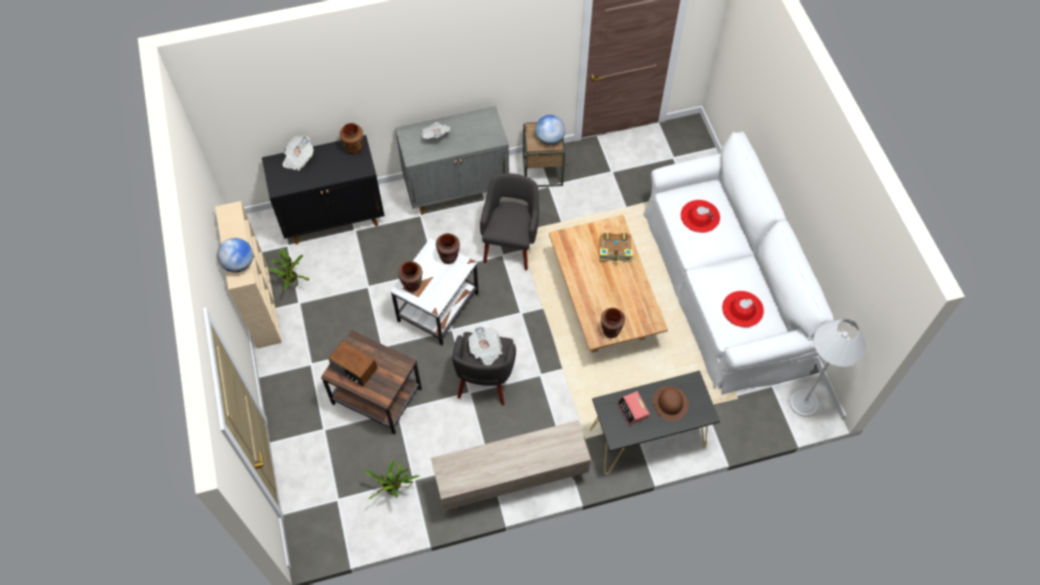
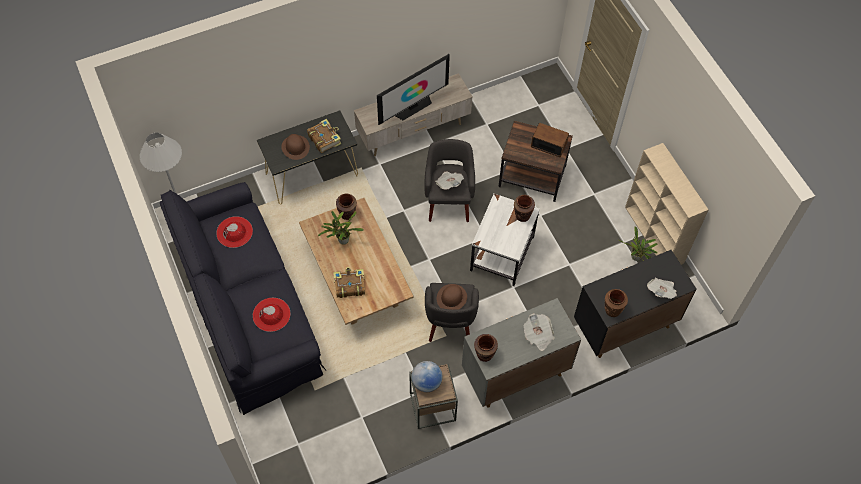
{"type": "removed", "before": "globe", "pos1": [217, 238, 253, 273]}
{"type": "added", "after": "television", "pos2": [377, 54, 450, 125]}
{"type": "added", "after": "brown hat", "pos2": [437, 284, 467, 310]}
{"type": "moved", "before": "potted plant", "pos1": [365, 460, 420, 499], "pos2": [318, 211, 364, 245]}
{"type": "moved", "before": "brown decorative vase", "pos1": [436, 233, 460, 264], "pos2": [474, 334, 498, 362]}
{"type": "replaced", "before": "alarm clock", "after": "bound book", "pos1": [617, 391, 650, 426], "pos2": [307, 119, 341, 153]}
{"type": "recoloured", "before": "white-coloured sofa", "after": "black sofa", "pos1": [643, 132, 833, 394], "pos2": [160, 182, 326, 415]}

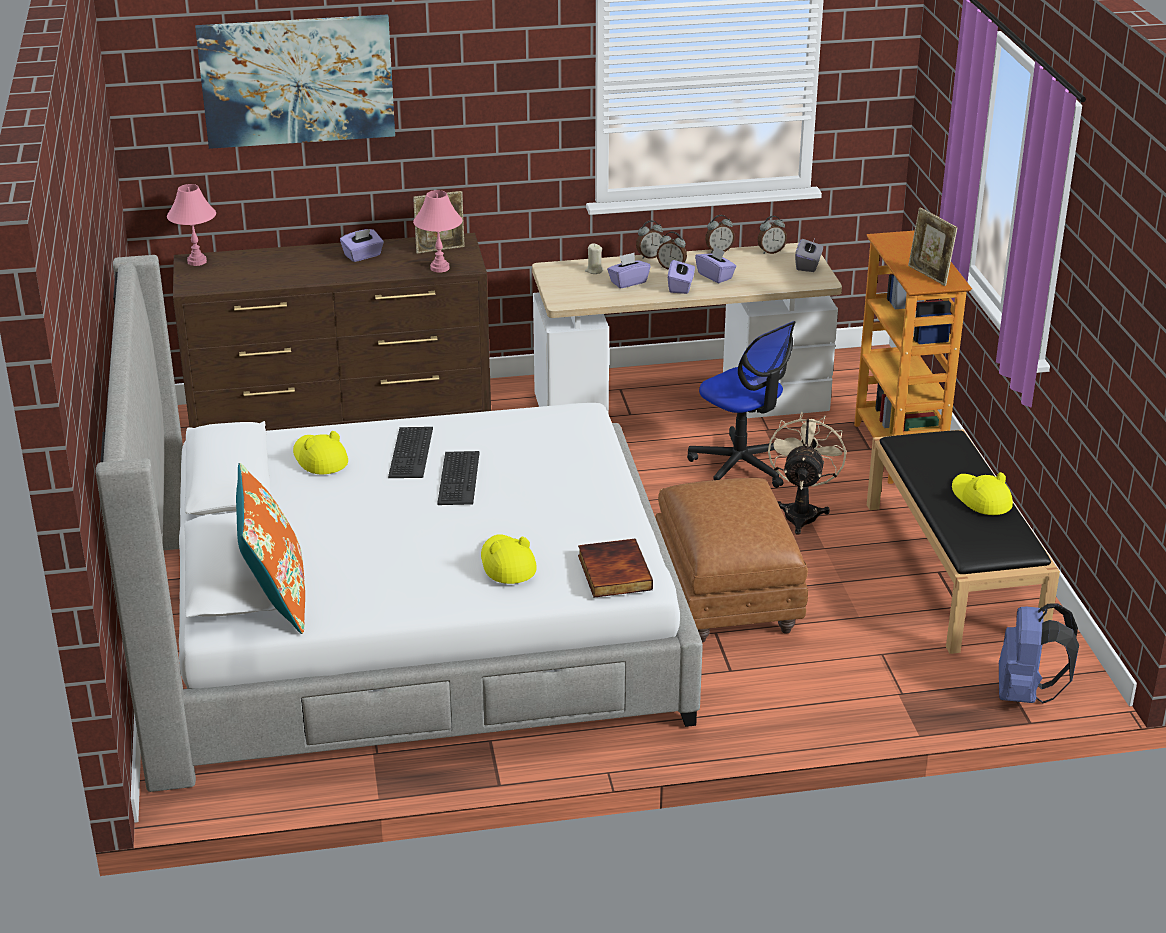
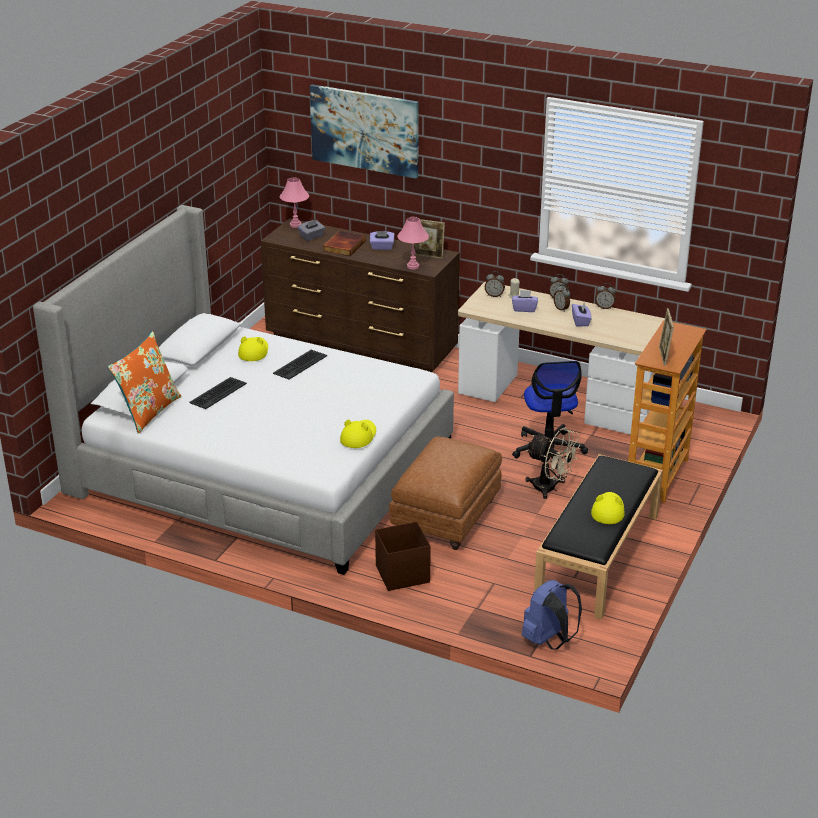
{"type": "removed", "before": "purplish tissue box", "pos1": [668, 260, 695, 294]}
{"type": "added", "after": "brown storage box", "pos2": [375, 522, 431, 591]}
{"type": "moved", "before": "keyboard", "pos1": [437, 451, 480, 505], "pos2": [189, 377, 247, 409]}
{"type": "moved", "before": "yellowish hat", "pos1": [481, 535, 537, 584], "pos2": [340, 420, 376, 448]}
{"type": "moved", "before": "bound book", "pos1": [578, 539, 653, 598], "pos2": [323, 231, 366, 256]}
{"type": "moved", "before": "alarm clock", "pos1": [758, 216, 787, 254], "pos2": [485, 271, 505, 297]}
{"type": "moved", "before": "grey tissue box", "pos1": [795, 237, 823, 272], "pos2": [298, 220, 325, 241]}
{"type": "turned", "before": "sand-coloured fan", "pos1": [768, 412, 847, 534], "pos2": [525, 428, 580, 499], "turn": 75}

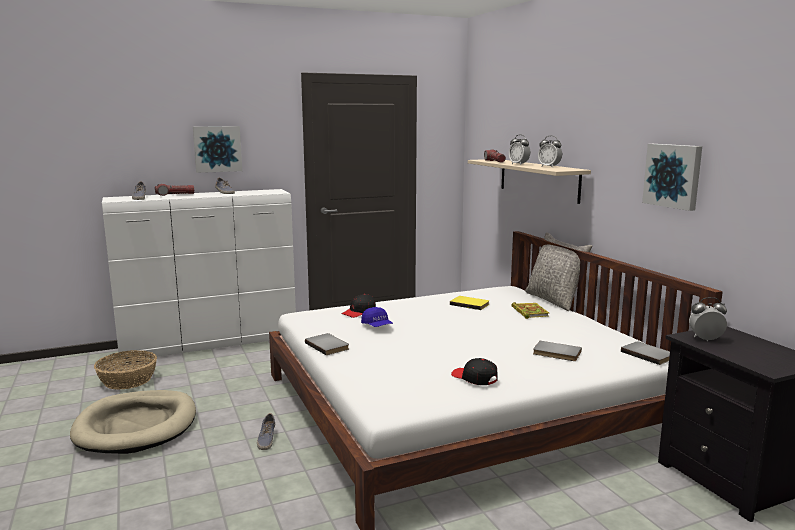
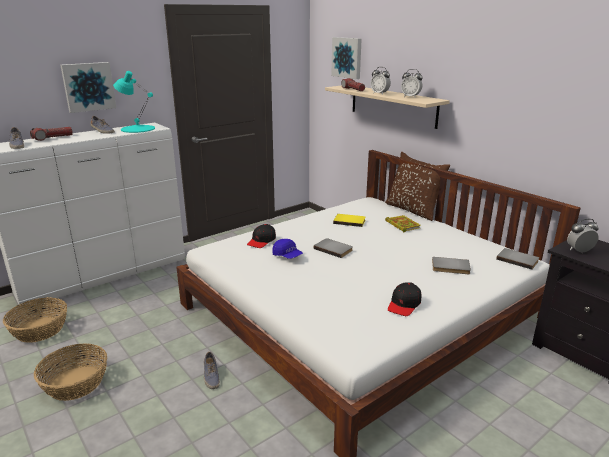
{"type": "added", "after": "turquoise tabletop lamp", "pos2": [113, 71, 155, 133]}
{"type": "moved", "before": "grey bound book", "pos1": [305, 333, 349, 355], "pos2": [314, 238, 353, 258]}
{"type": "moved", "before": "wall art", "pos1": [642, 144, 702, 211], "pos2": [331, 37, 362, 79]}
{"type": "replaced", "before": "sand-coloured dog cushion", "after": "household basket", "pos1": [70, 390, 196, 454], "pos2": [34, 343, 107, 401]}
{"type": "recoloured", "before": "grey pillow", "after": "brown pillow", "pos1": [525, 232, 592, 311], "pos2": [385, 152, 450, 221]}
{"type": "turned", "before": "black cap", "pos1": [451, 358, 498, 385], "pos2": [388, 282, 421, 316], "turn": -90}

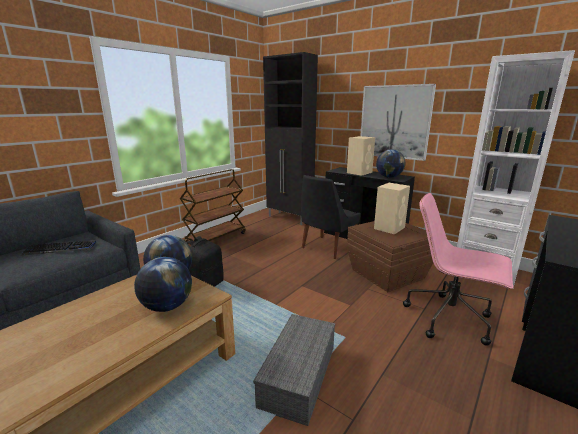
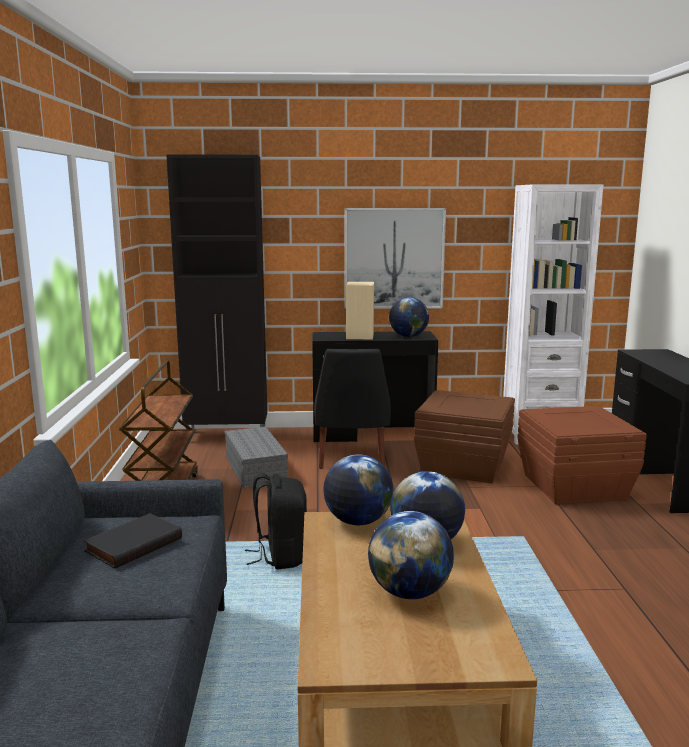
{"type": "removed", "before": "sand-coloured loudspeaker", "pos1": [374, 183, 410, 234]}
{"type": "added", "after": "globe", "pos2": [368, 511, 454, 599]}
{"type": "moved", "before": "grey storage box", "pos1": [253, 314, 335, 426], "pos2": [225, 426, 288, 489]}
{"type": "replaced", "before": "keyboard", "after": "black bound book", "pos1": [21, 241, 96, 256], "pos2": [83, 513, 182, 569]}
{"type": "replaced", "before": "pinkish desk chair", "after": "brown storage box", "pos1": [403, 193, 513, 346], "pos2": [518, 406, 647, 504]}

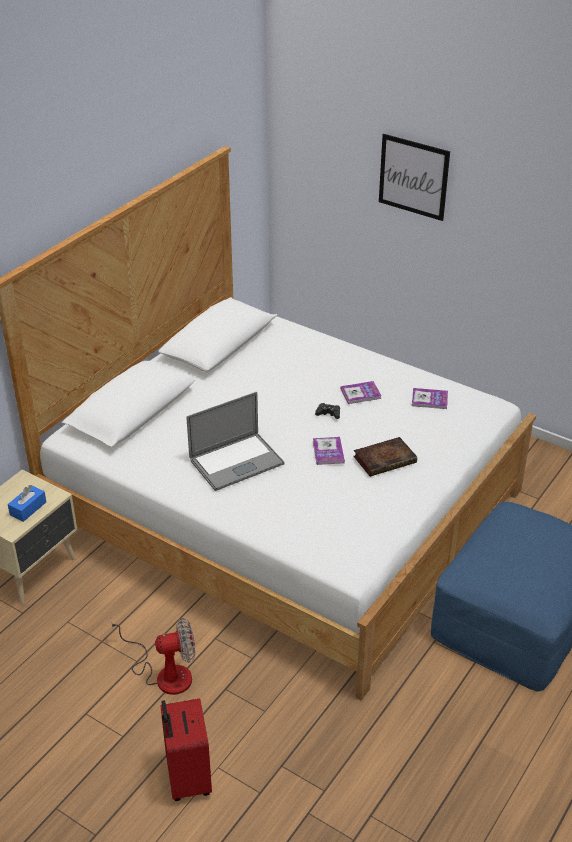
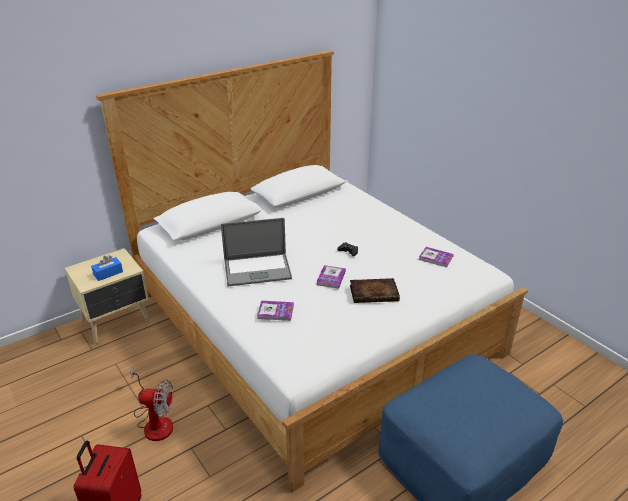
{"type": "removed", "before": "wall art", "pos1": [379, 134, 450, 221]}
{"type": "moved", "before": "bound book", "pos1": [341, 381, 382, 404], "pos2": [257, 301, 294, 321]}

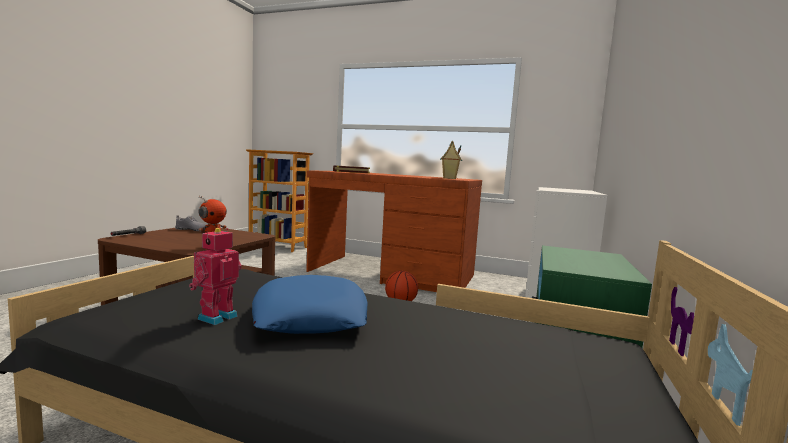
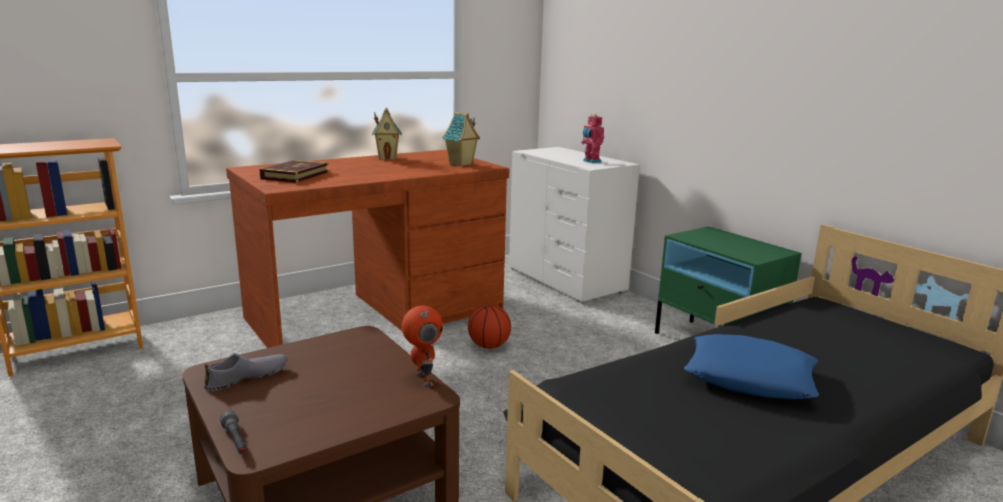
{"type": "added", "after": "miniature house", "pos2": [372, 107, 402, 160]}
{"type": "moved", "before": "model robot", "pos1": [189, 228, 242, 325], "pos2": [581, 114, 604, 163]}

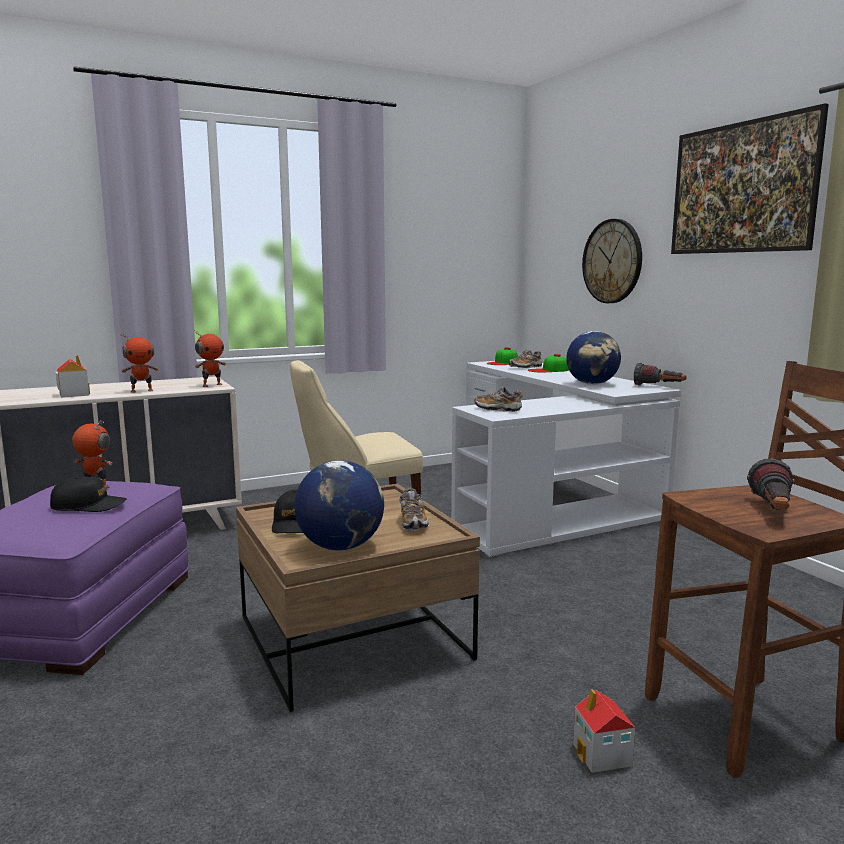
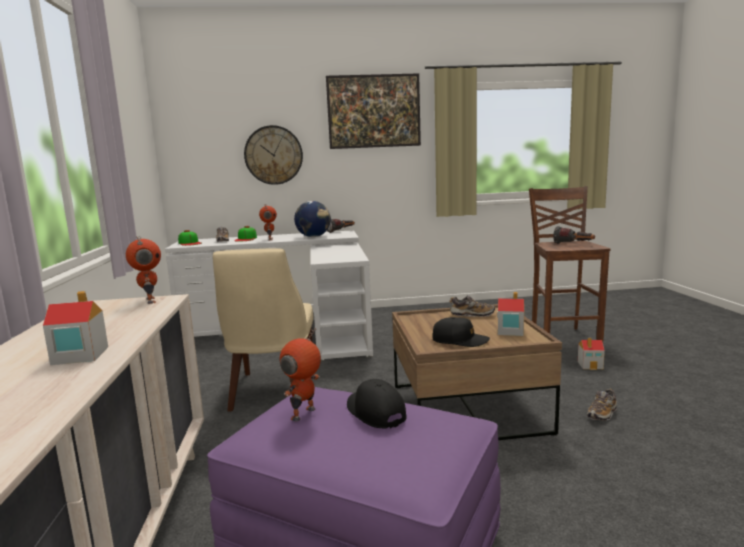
{"type": "moved", "before": "model robot", "pos1": [121, 333, 158, 393], "pos2": [259, 204, 277, 240]}
{"type": "moved", "before": "shoe", "pos1": [475, 387, 523, 412], "pos2": [587, 389, 617, 421]}
{"type": "replaced", "before": "globe", "after": "miniature house", "pos1": [294, 460, 384, 550], "pos2": [497, 292, 524, 336]}
{"type": "turned", "before": "black cap", "pos1": [50, 477, 127, 512], "pos2": [347, 379, 407, 429], "turn": -45}

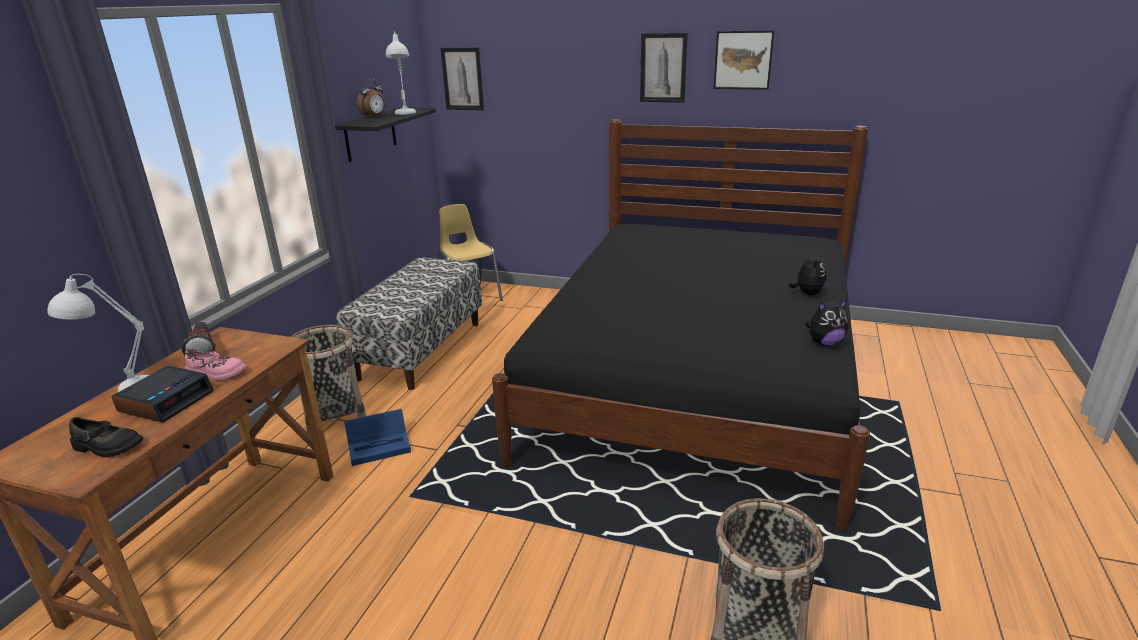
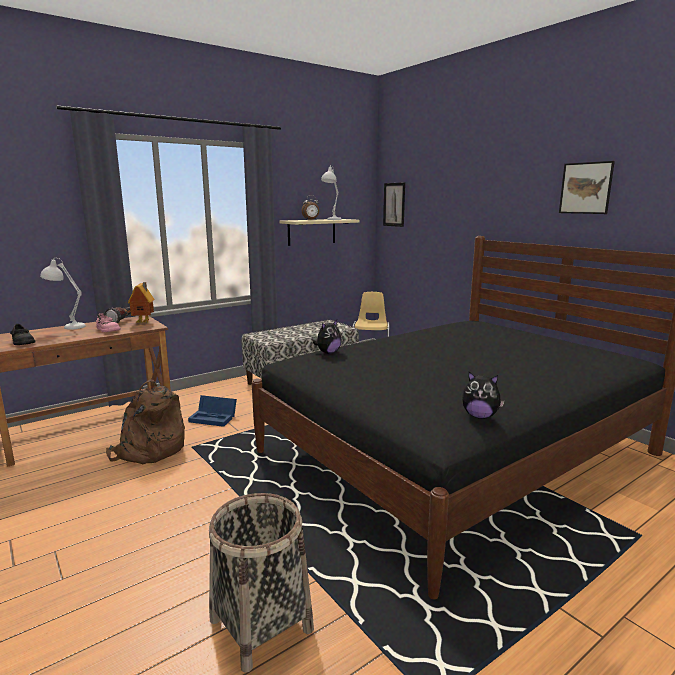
{"type": "removed", "before": "alarm clock", "pos1": [112, 366, 214, 423]}
{"type": "removed", "before": "household basket", "pos1": [291, 325, 366, 435]}
{"type": "removed", "before": "wall art", "pos1": [640, 33, 688, 103]}
{"type": "added", "after": "brown backpack", "pos2": [106, 379, 185, 464]}
{"type": "added", "after": "miniature house", "pos2": [128, 282, 154, 323]}
{"type": "moved", "before": "cuddly toy", "pos1": [789, 251, 826, 295], "pos2": [313, 320, 342, 354]}
{"type": "recoloured", "before": "black wall shelf", "after": "sand-coloured wall shelf", "pos1": [335, 107, 436, 162], "pos2": [279, 219, 360, 246]}

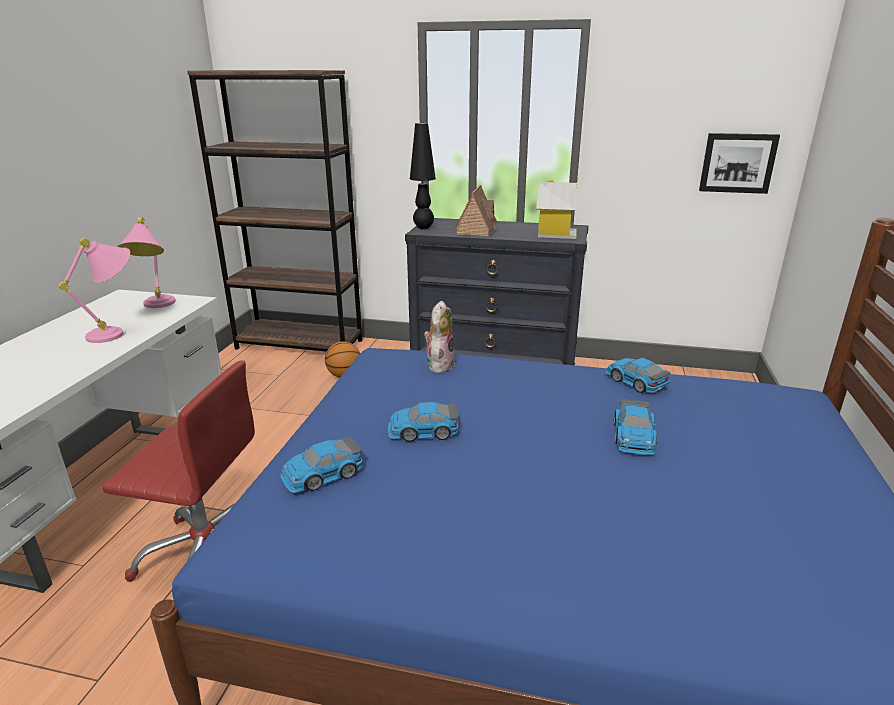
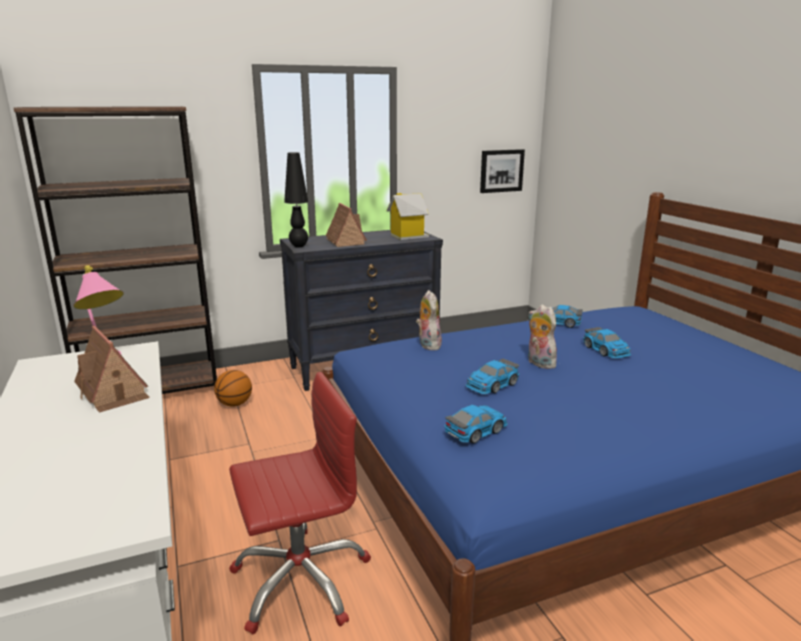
{"type": "added", "after": "cuddly toy", "pos2": [528, 304, 557, 369]}
{"type": "replaced", "before": "pinkish tabletop lamp", "after": "miniature house", "pos1": [59, 238, 130, 343], "pos2": [74, 325, 150, 413]}
{"type": "turned", "before": "model car", "pos1": [280, 436, 362, 493], "pos2": [445, 404, 508, 444], "turn": -150}

